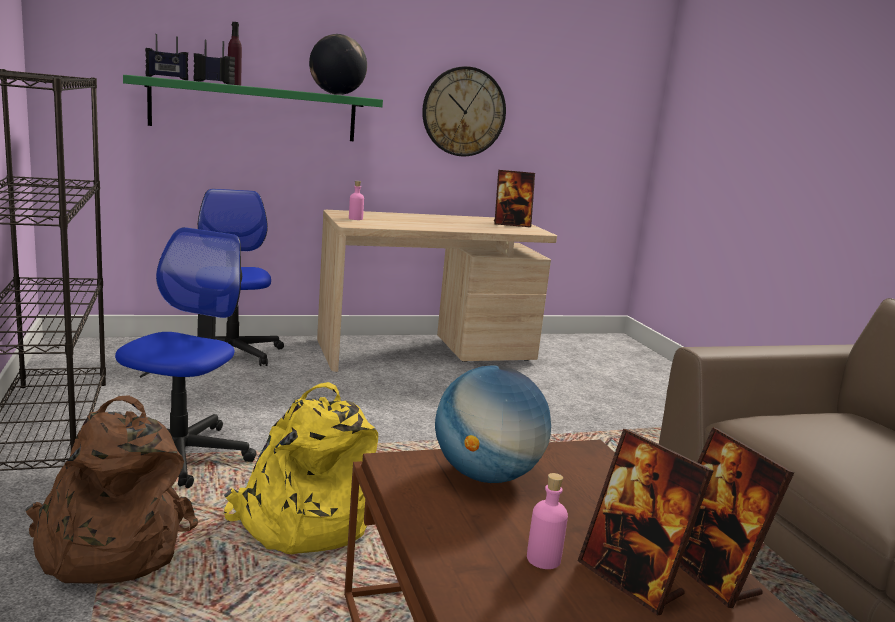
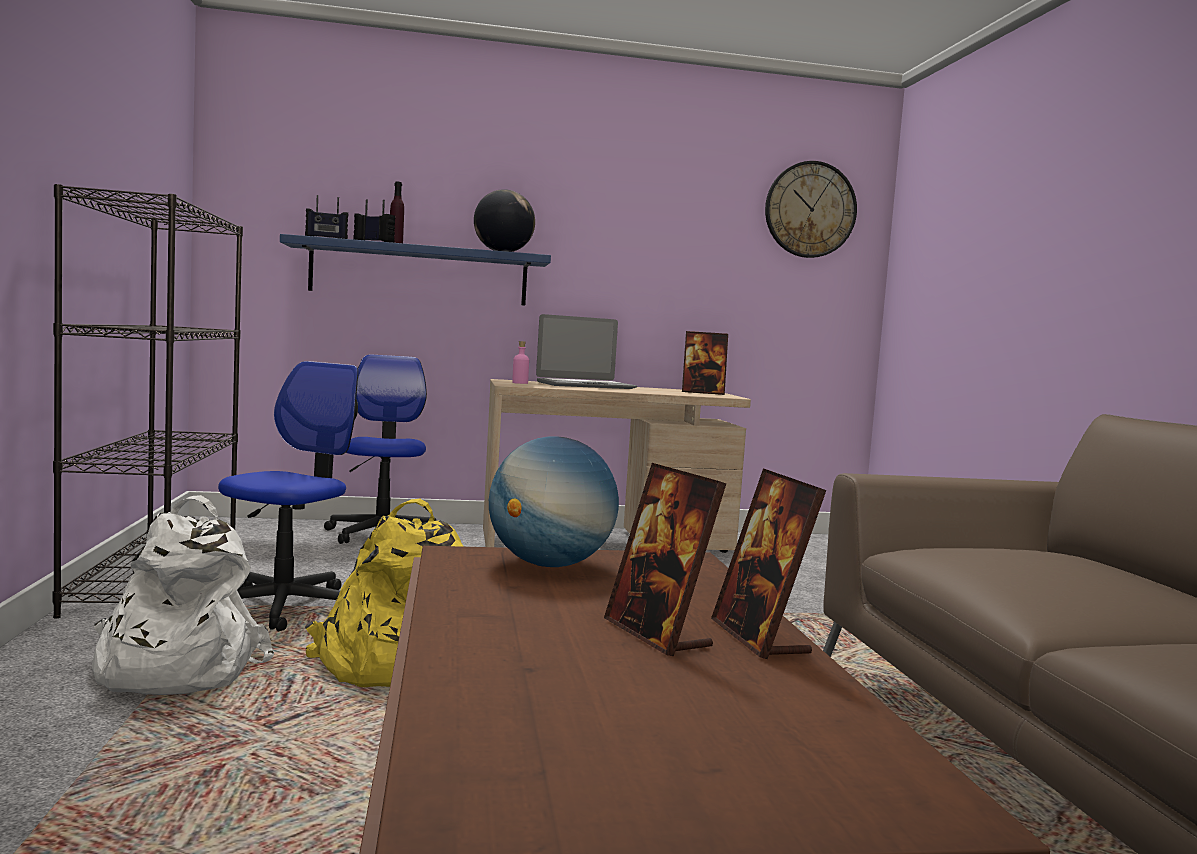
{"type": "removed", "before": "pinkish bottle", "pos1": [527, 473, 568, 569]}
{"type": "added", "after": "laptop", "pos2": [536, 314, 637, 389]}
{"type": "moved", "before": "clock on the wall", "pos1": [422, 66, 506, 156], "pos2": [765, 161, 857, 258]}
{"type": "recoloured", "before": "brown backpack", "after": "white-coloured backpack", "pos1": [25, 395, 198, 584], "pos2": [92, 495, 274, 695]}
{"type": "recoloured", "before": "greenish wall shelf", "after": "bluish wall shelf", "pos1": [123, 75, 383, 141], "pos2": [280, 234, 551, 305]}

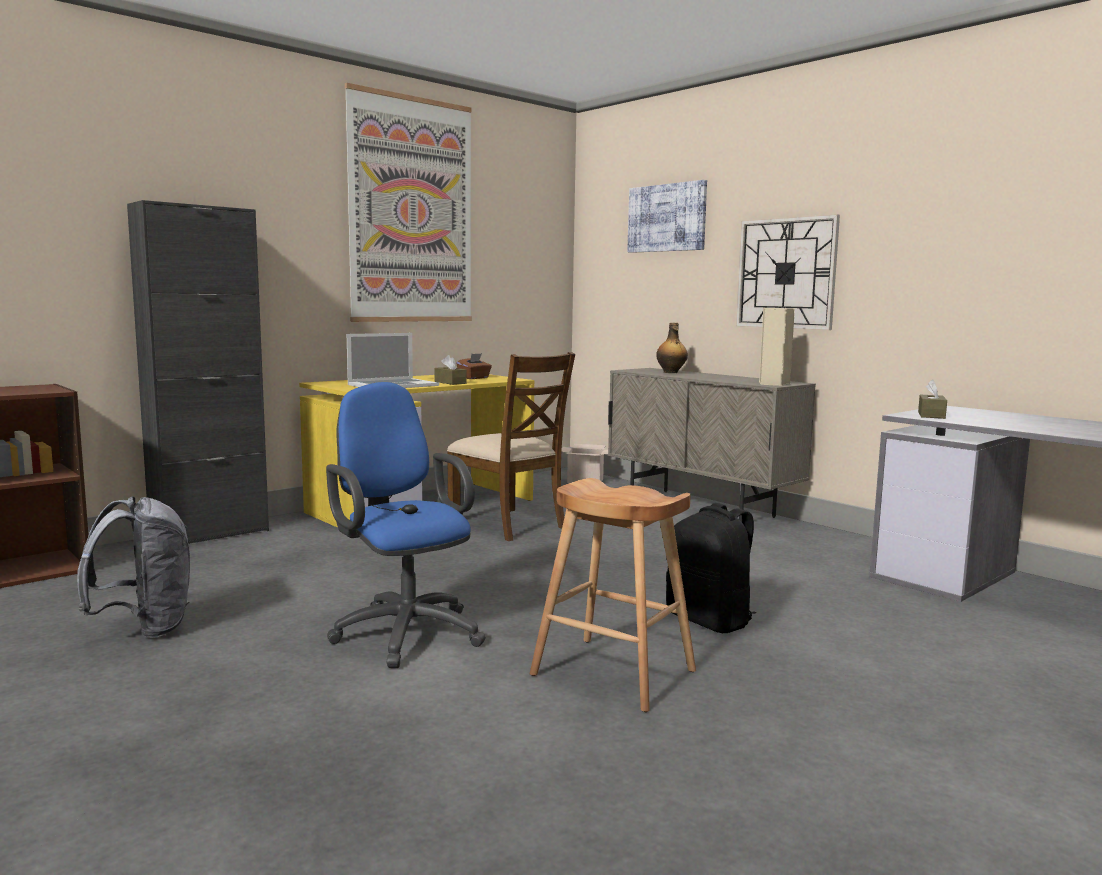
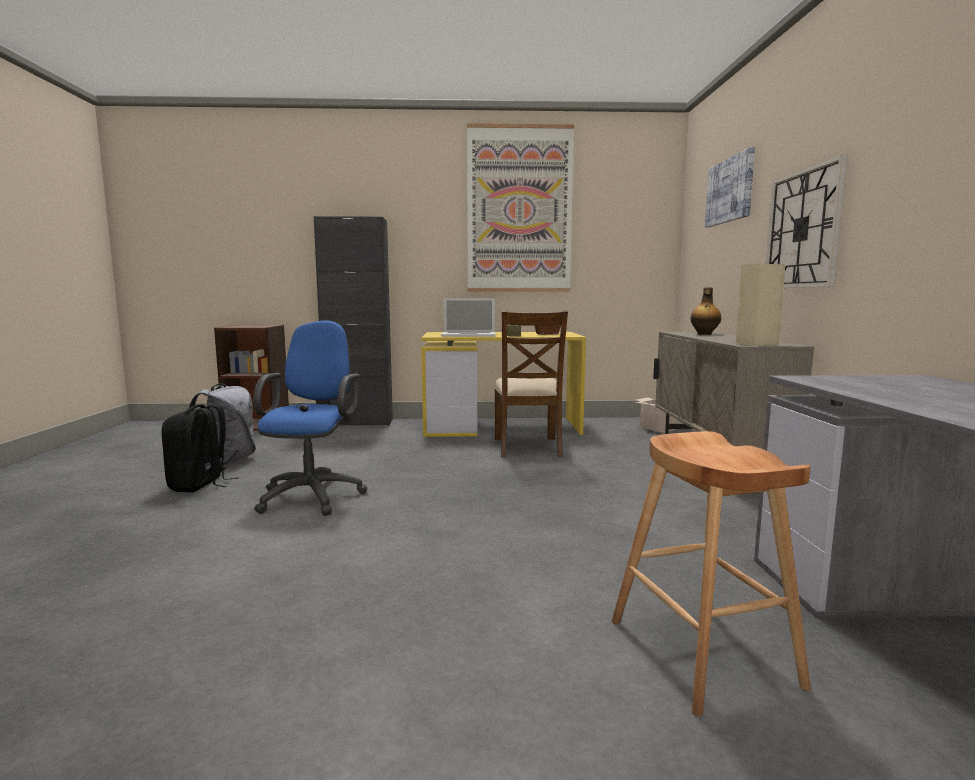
{"type": "removed", "before": "brown tissue box", "pos1": [918, 379, 947, 419]}
{"type": "moved", "before": "brown sitting stool", "pos1": [530, 478, 696, 712], "pos2": [612, 431, 811, 717]}
{"type": "moved", "before": "black backpack", "pos1": [666, 503, 756, 633], "pos2": [161, 404, 239, 492]}

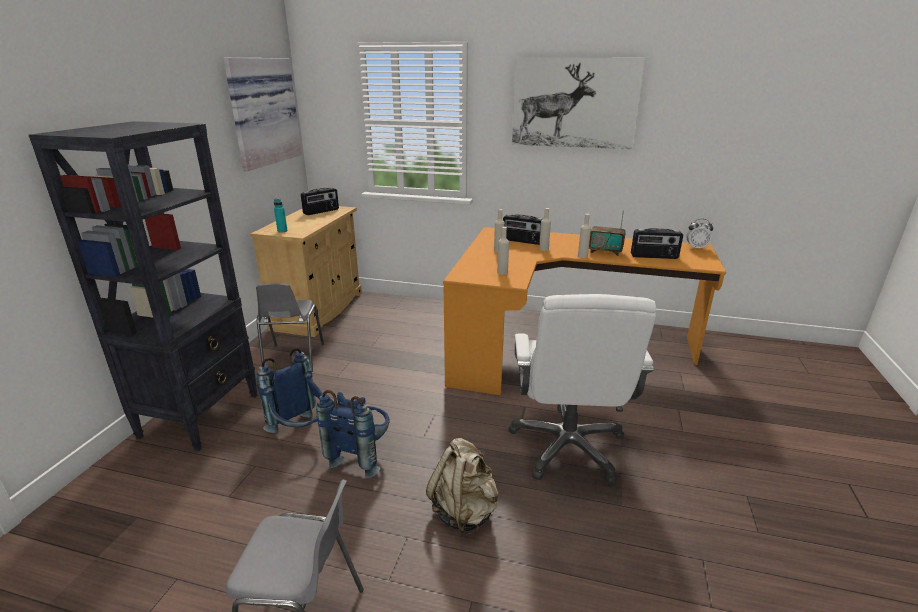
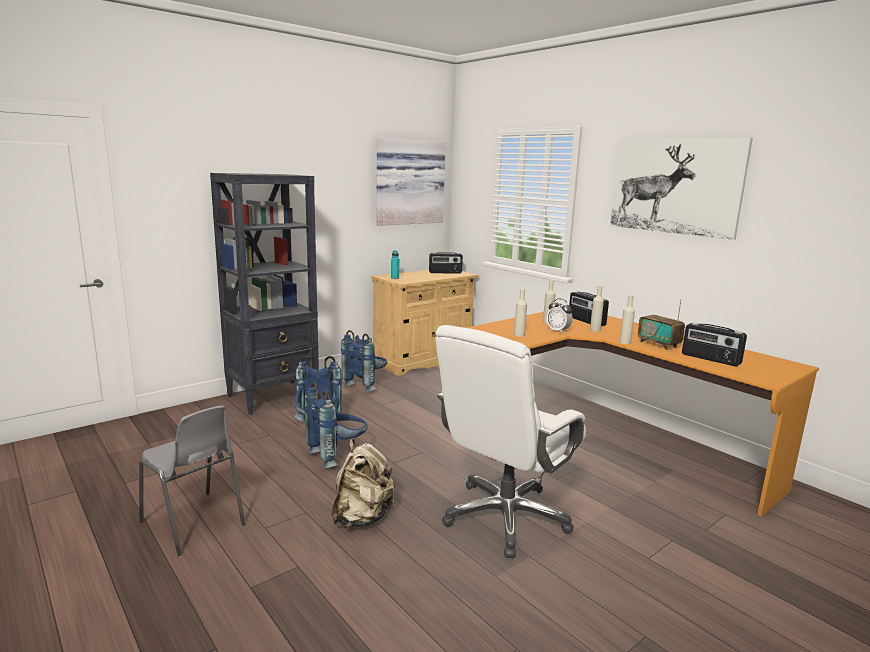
{"type": "moved", "before": "alarm clock", "pos1": [686, 219, 713, 249], "pos2": [547, 299, 573, 333]}
{"type": "replaced", "before": "grey upright chair", "after": "bluish backpack", "pos1": [256, 284, 324, 372], "pos2": [341, 330, 387, 392]}

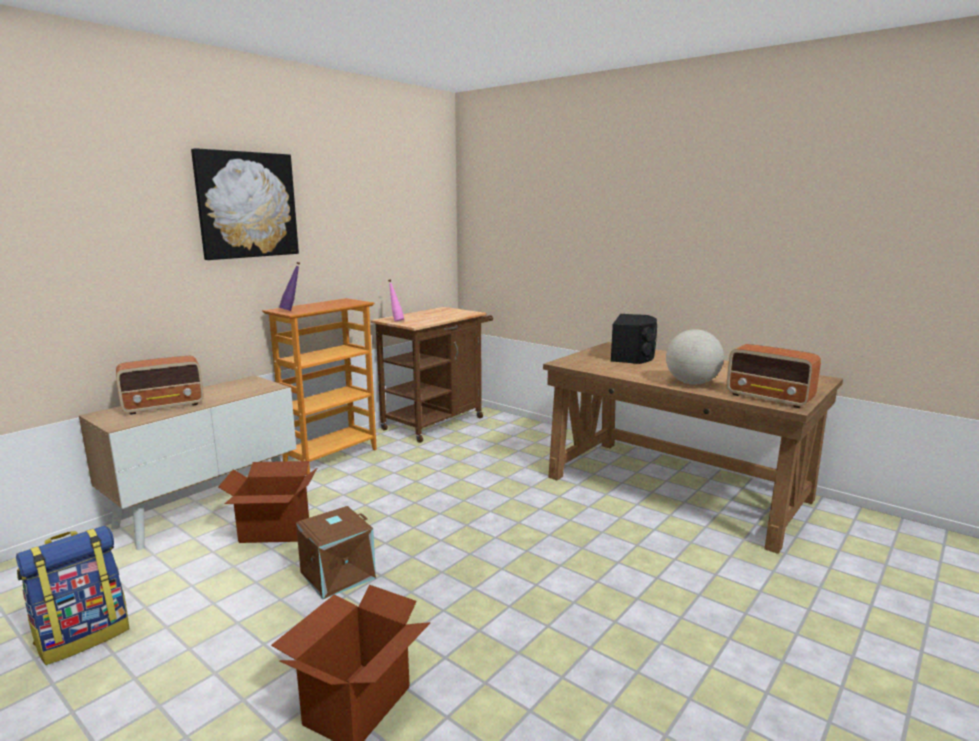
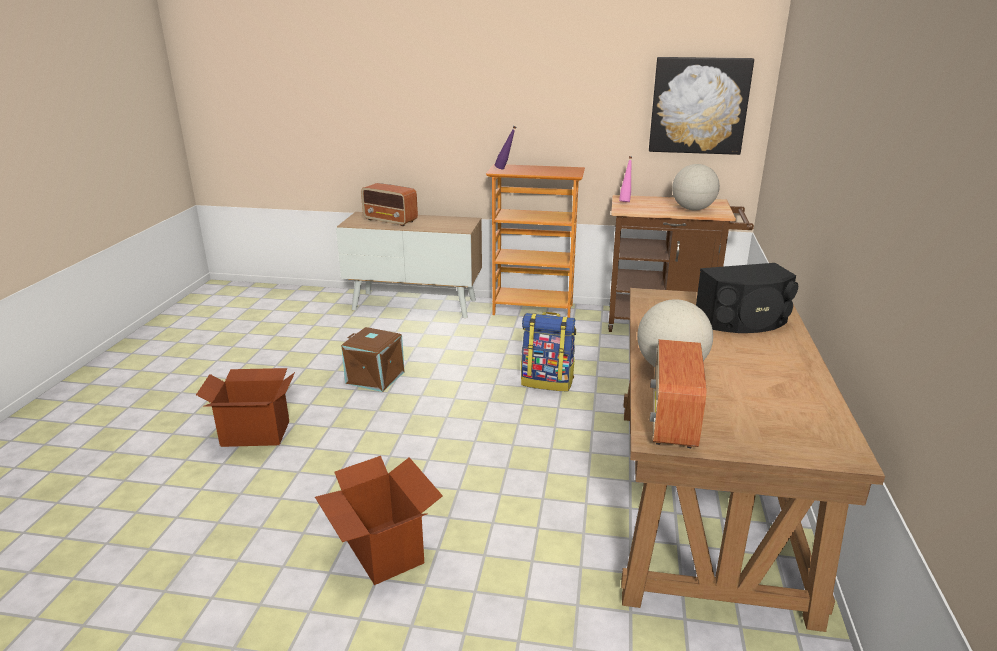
{"type": "added", "after": "globe", "pos2": [672, 164, 720, 210]}
{"type": "moved", "before": "backpack", "pos1": [16, 526, 129, 665], "pos2": [521, 312, 576, 391]}
{"type": "moved", "before": "wall art", "pos1": [191, 148, 299, 260], "pos2": [649, 57, 754, 155]}
{"type": "moved", "before": "carton", "pos1": [218, 461, 317, 543], "pos2": [315, 456, 443, 585]}

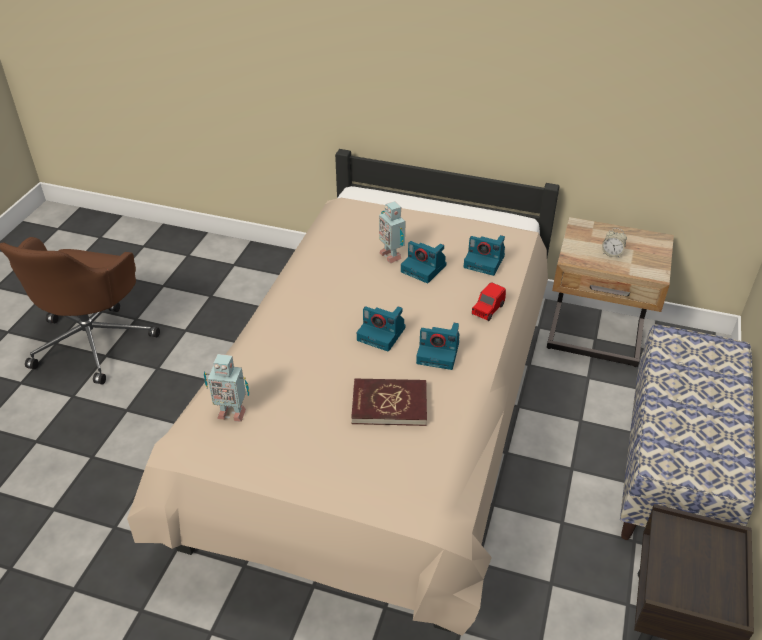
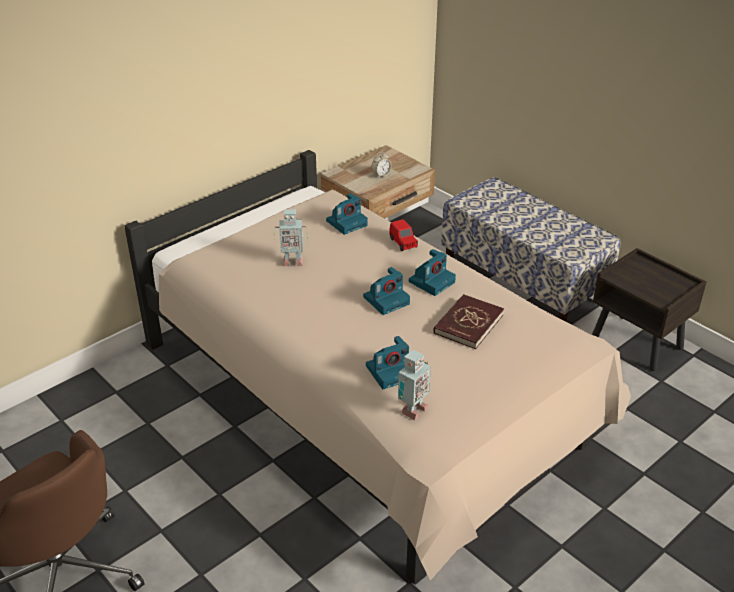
{"type": "moved", "before": "photo camera", "pos1": [401, 241, 447, 283], "pos2": [366, 336, 409, 389]}

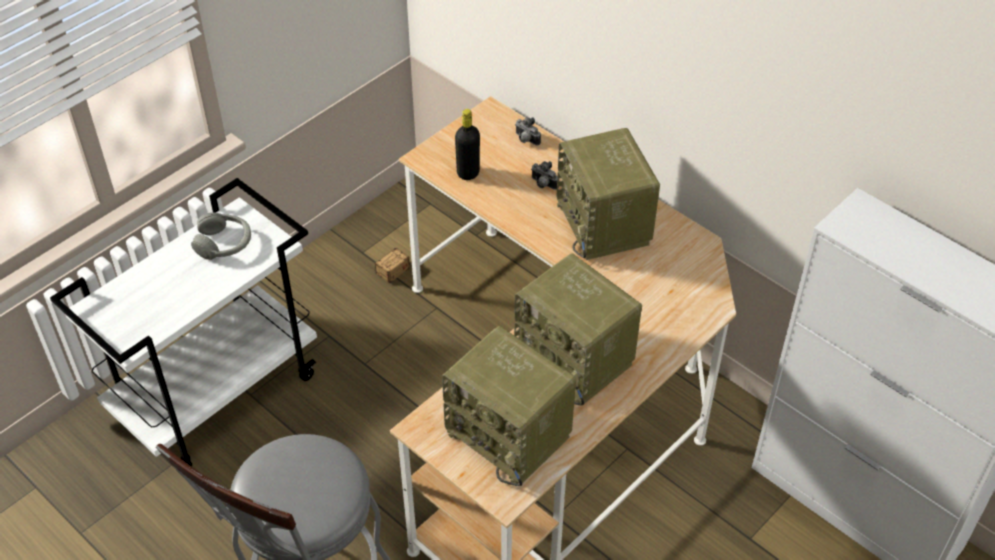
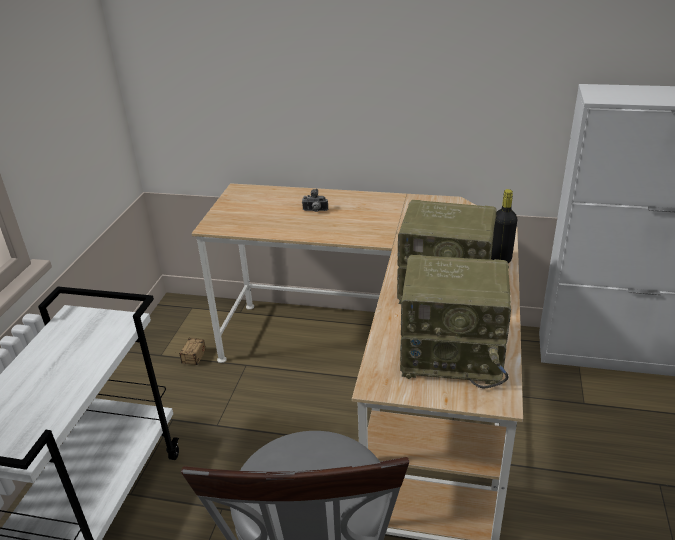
{"type": "removed", "before": "grey headphones", "pos1": [191, 212, 251, 260]}
{"type": "removed", "before": "photo camera", "pos1": [515, 117, 541, 146]}
{"type": "removed", "before": "radio set", "pos1": [556, 128, 660, 260]}
{"type": "moved", "before": "black bottle", "pos1": [455, 109, 480, 180], "pos2": [491, 189, 517, 263]}

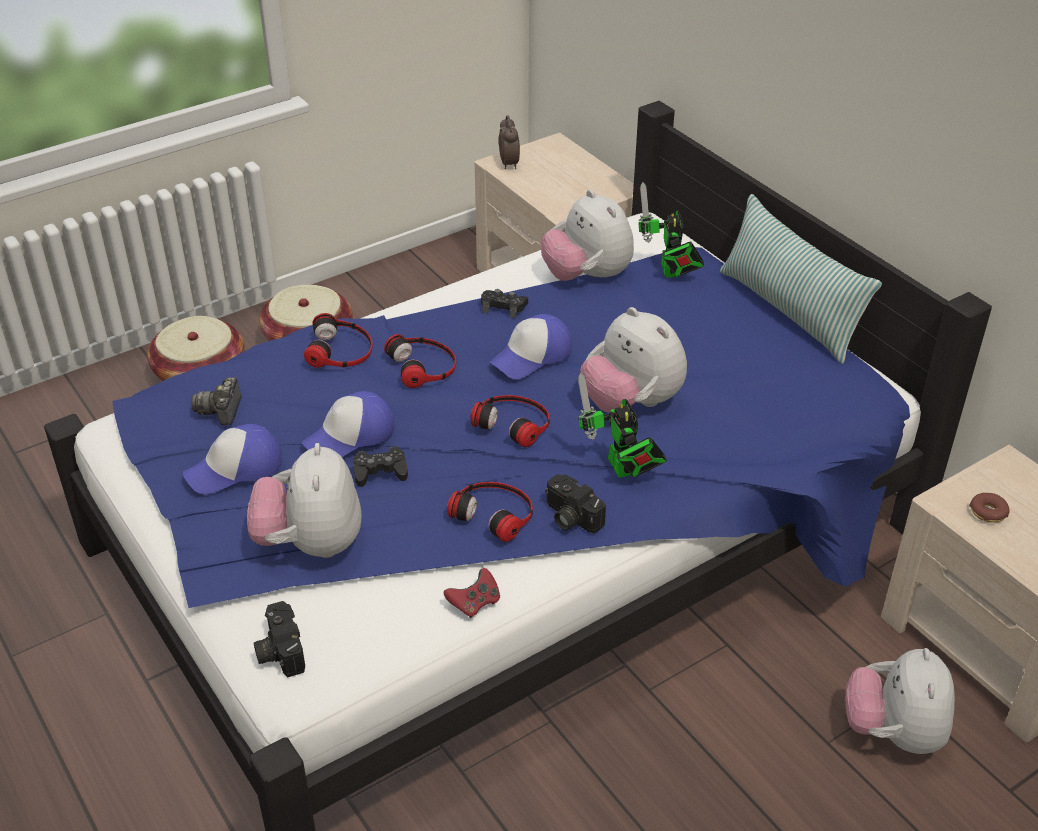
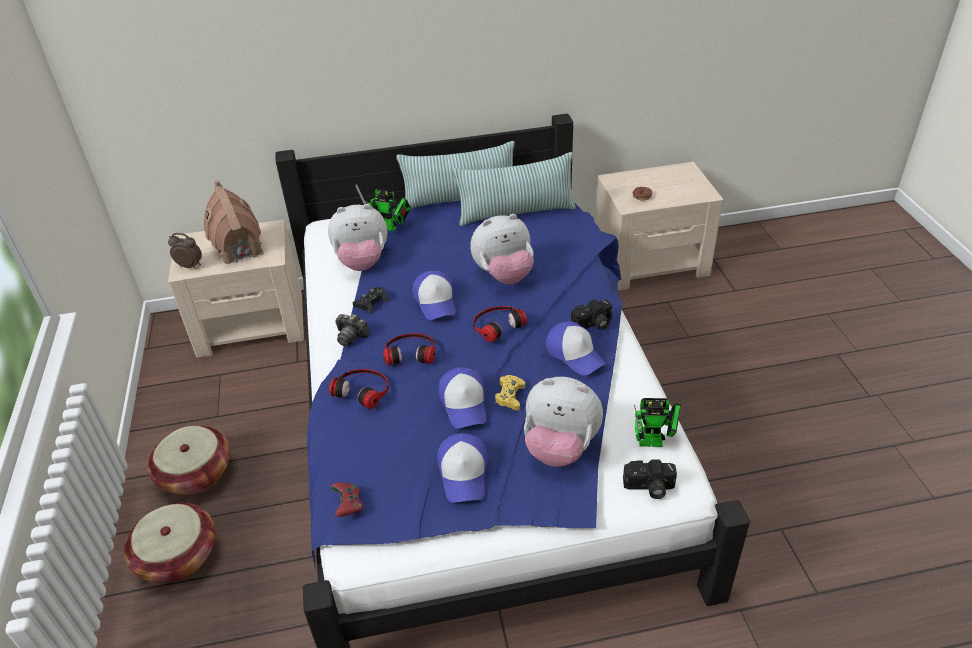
{"type": "removed", "before": "cuddly toy", "pos1": [845, 648, 955, 754]}
{"type": "added", "after": "miniature house", "pos2": [204, 180, 264, 266]}
{"type": "added", "after": "pillow", "pos2": [452, 152, 576, 226]}
{"type": "moved", "before": "photo camera", "pos1": [191, 377, 242, 425], "pos2": [336, 314, 370, 346]}
{"type": "moved", "before": "red game controller", "pos1": [444, 568, 500, 618], "pos2": [331, 482, 363, 517]}
{"type": "moved", "before": "model robot", "pos1": [578, 373, 667, 478], "pos2": [634, 398, 681, 447]}
{"type": "replaced", "before": "headphones", "after": "cap", "pos1": [447, 482, 533, 542], "pos2": [546, 321, 606, 375]}
{"type": "recoloured", "before": "black game controller", "after": "yellowish game controller", "pos1": [353, 446, 408, 487], "pos2": [495, 375, 525, 410]}

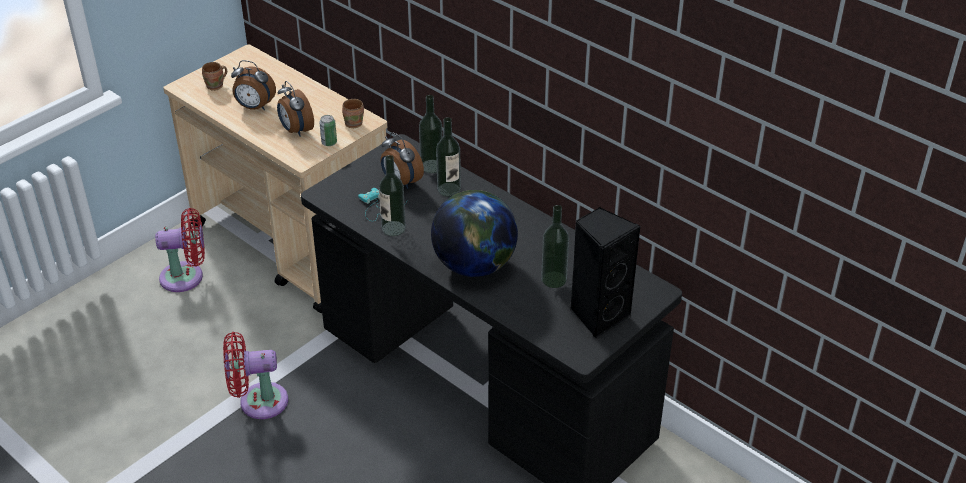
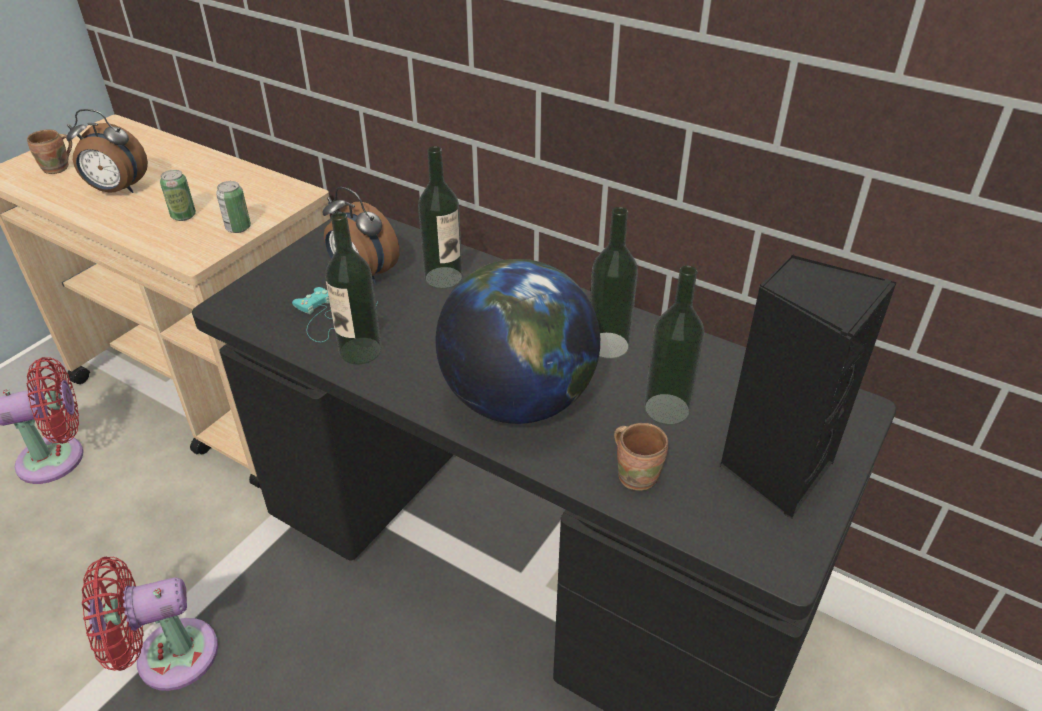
{"type": "moved", "before": "brown mug", "pos1": [342, 99, 364, 128], "pos2": [614, 423, 668, 491]}
{"type": "moved", "before": "bottle", "pos1": [419, 95, 443, 173], "pos2": [590, 207, 638, 359]}
{"type": "replaced", "before": "alarm clock", "after": "can", "pos1": [277, 81, 314, 137], "pos2": [160, 170, 196, 221]}

